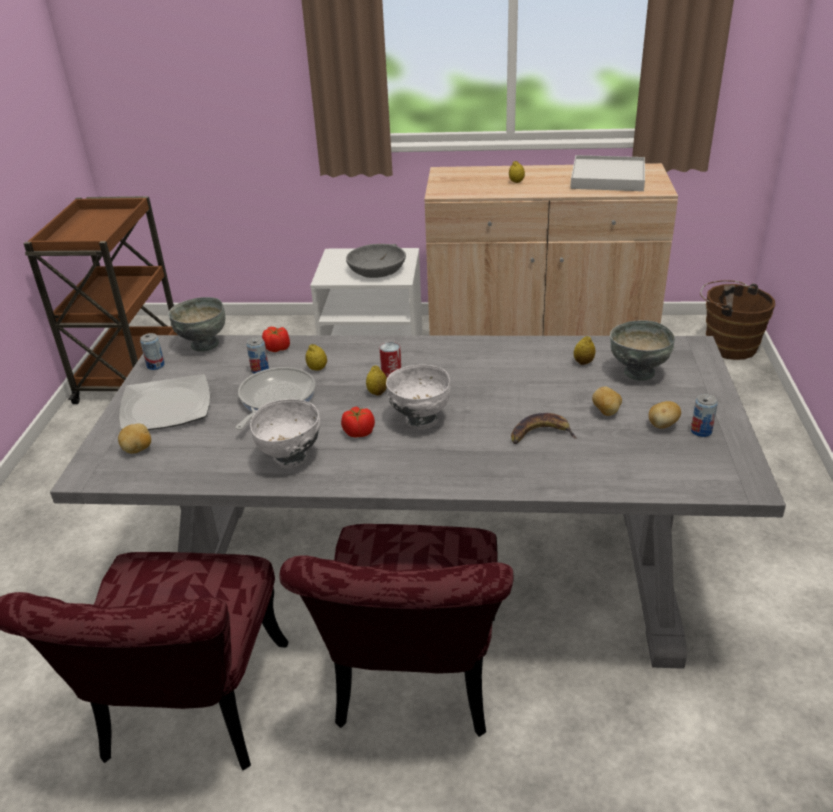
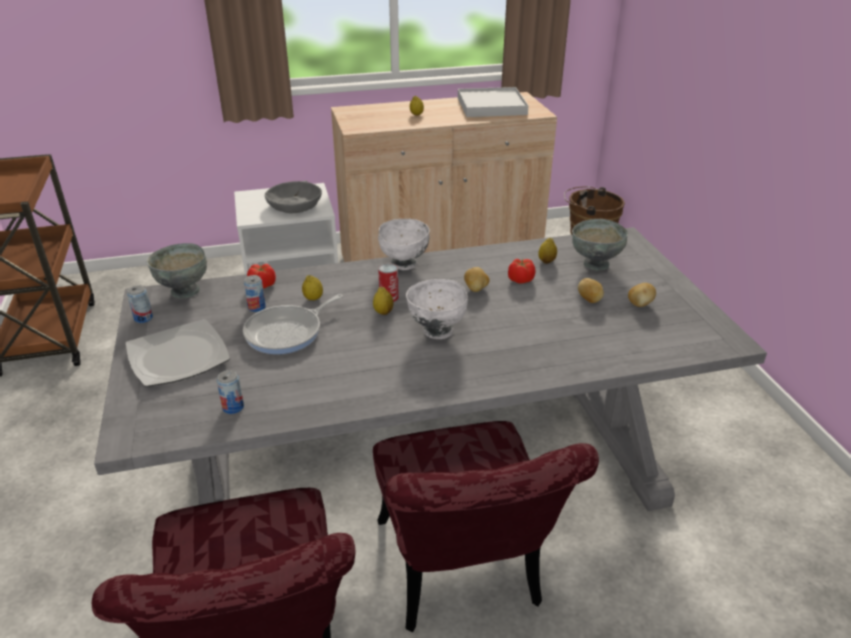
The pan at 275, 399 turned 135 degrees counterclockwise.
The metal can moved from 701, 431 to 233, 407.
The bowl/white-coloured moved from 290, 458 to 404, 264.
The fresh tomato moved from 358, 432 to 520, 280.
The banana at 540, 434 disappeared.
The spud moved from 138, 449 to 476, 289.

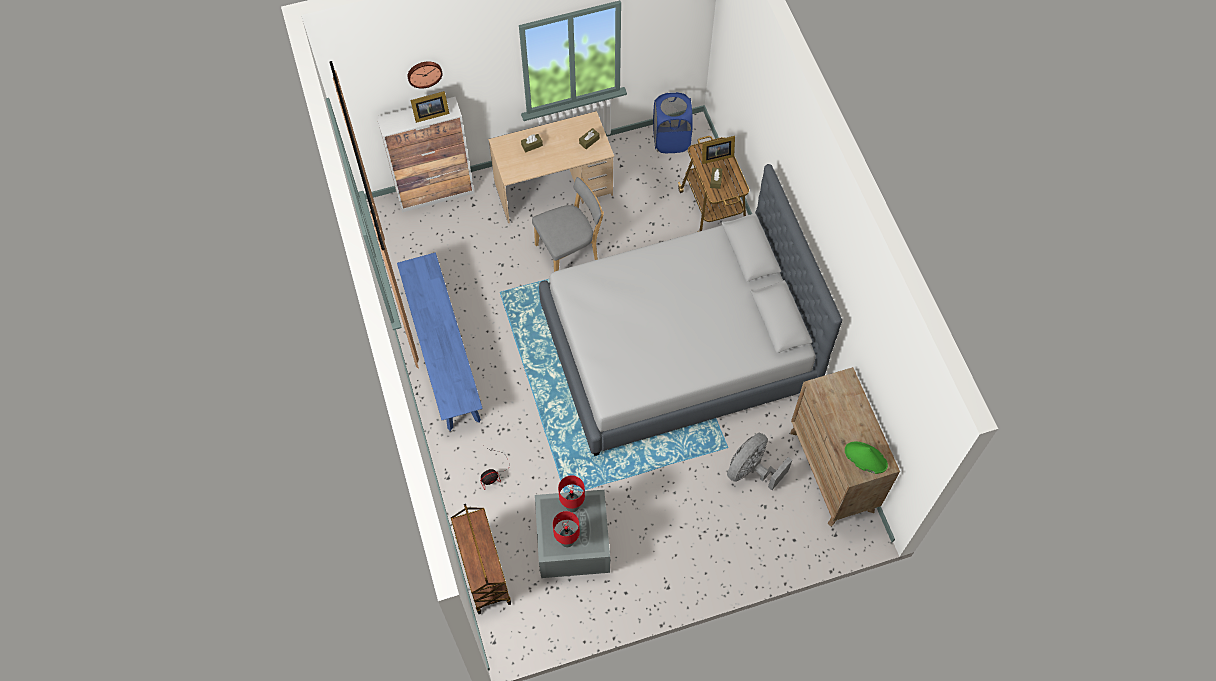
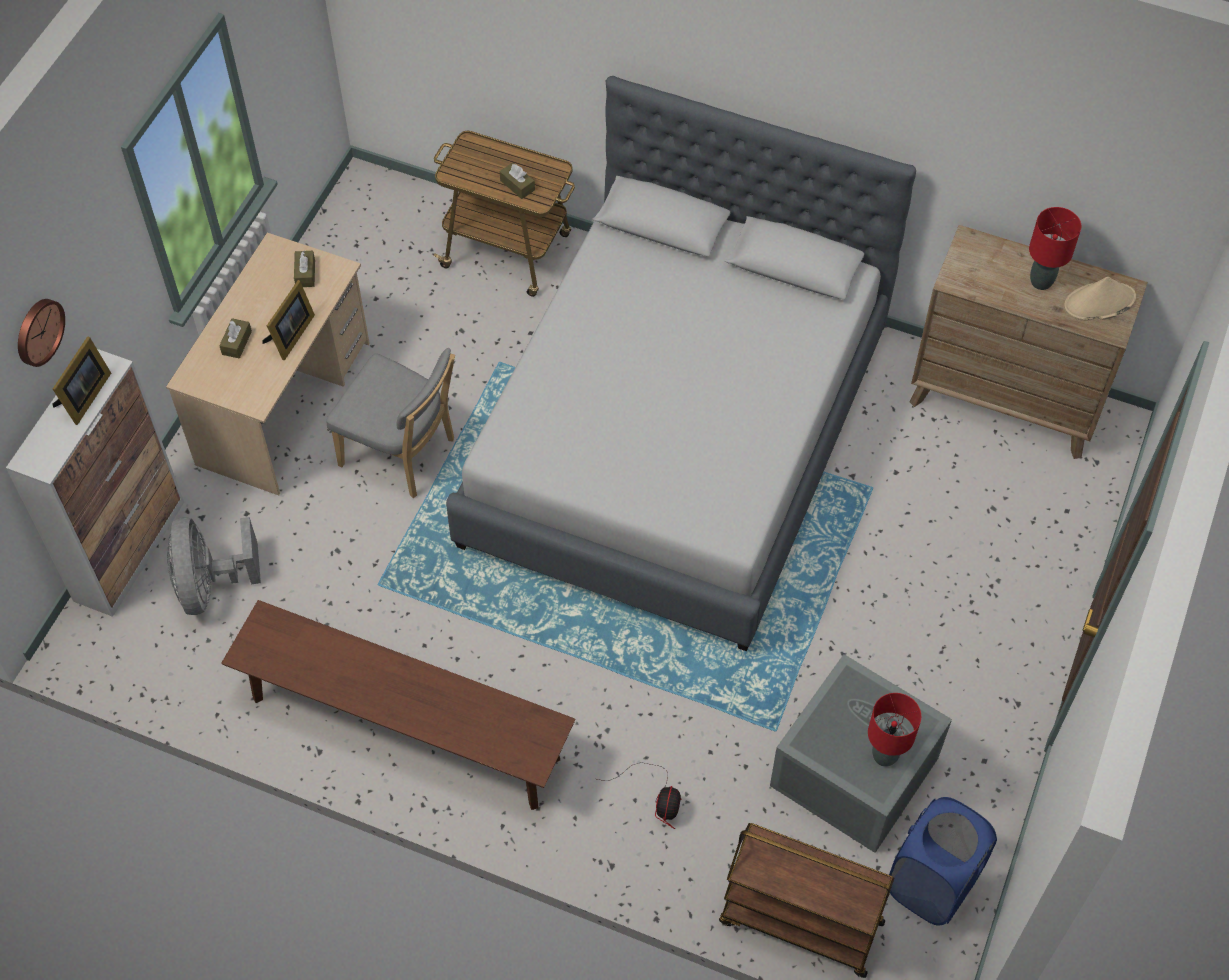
The hamper/blue-coloured moved from 671, 140 to 932, 883.
The standing frame moved from 715, 156 to 290, 336.
The upright chair/grey at 569, 251 turned 105 degrees clockwise.
The indoor bench/blue-coloured at 443, 354 became the indoor bench/brown-coloured at 405, 729.
The electric fan/grey moved from 751, 470 to 211, 585.
The wearable hat/green at 865, 458 became the wearable hat/beige at 1099, 302.
The table lamp/reddish moved from 572, 506 to 1041, 282.

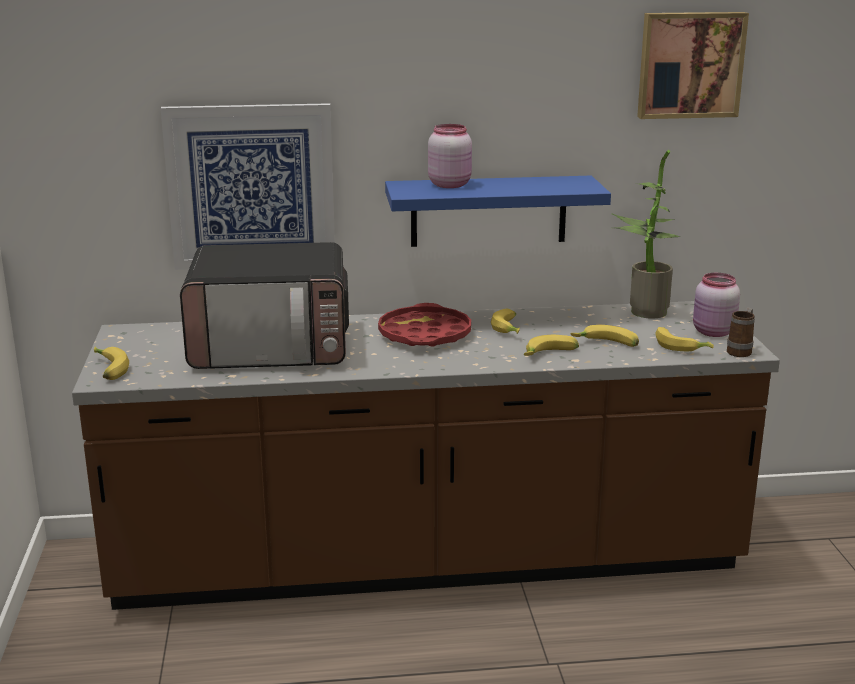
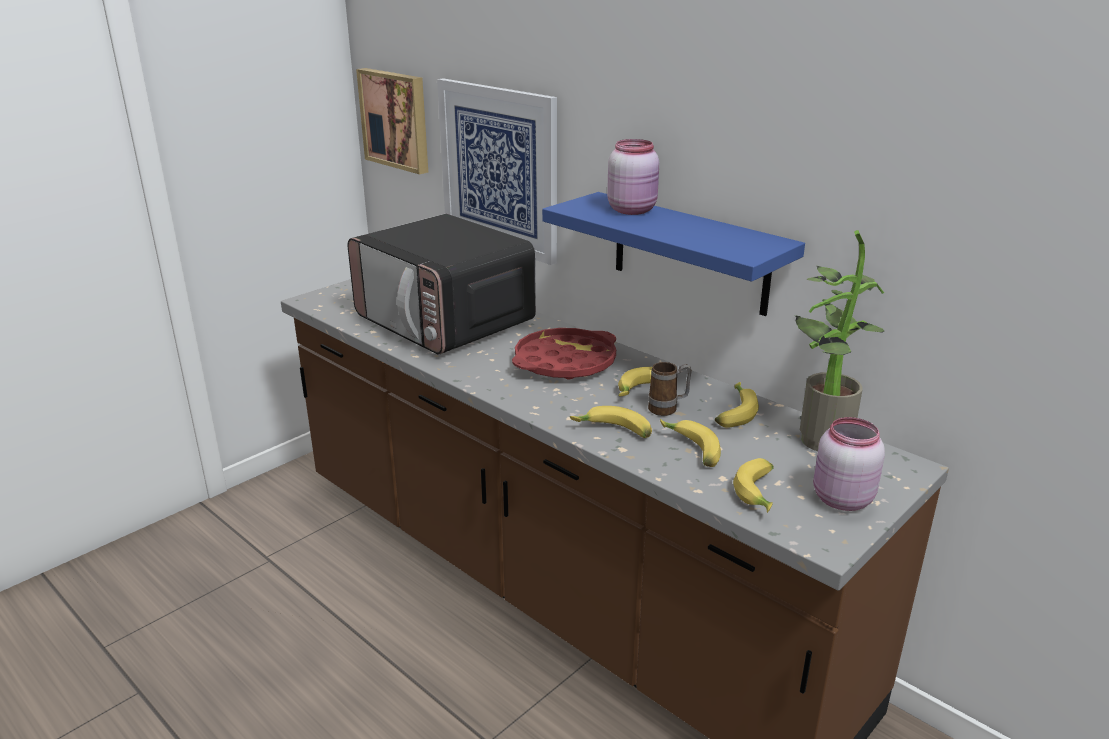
The wall picture moved from 690, 65 to 396, 119.
The coffee mug moved from 741, 351 to 668, 409.
The banana moved from 107, 370 to 733, 412.

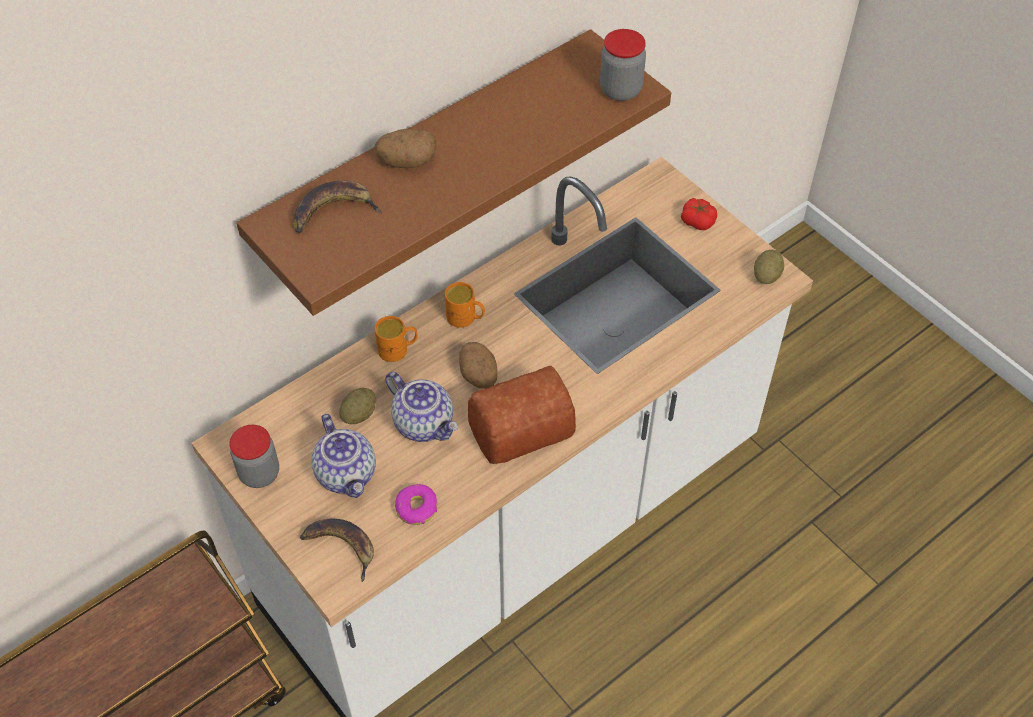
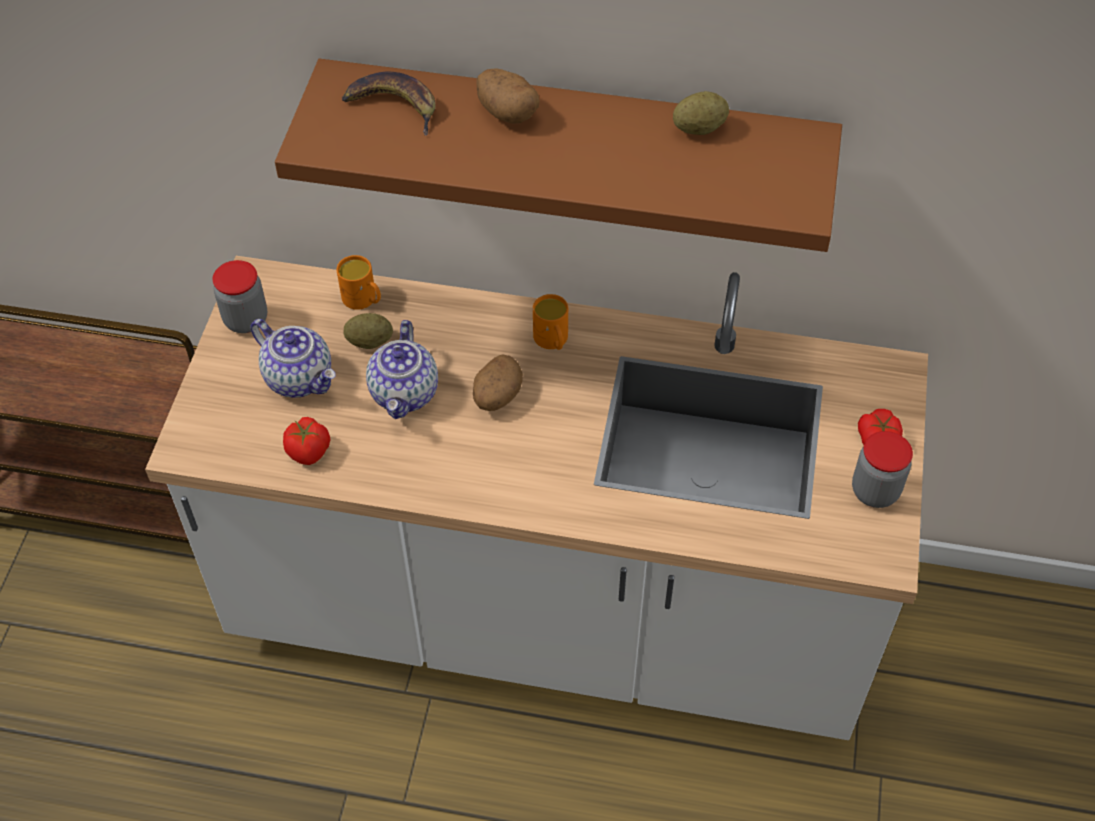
The jar moved from 620, 90 to 875, 491.
The spud moved from 766, 276 to 699, 128.
The coffee mug/orange moved from 398, 349 to 363, 300.
The baked bread at 518, 426 disappeared.
The teapot at 347, 474 turned 75 degrees counterclockwise.
The ring doughnut at 416, 508 was replaced by the fresh tomato at 309, 451.
The banana at 342, 546 disappeared.

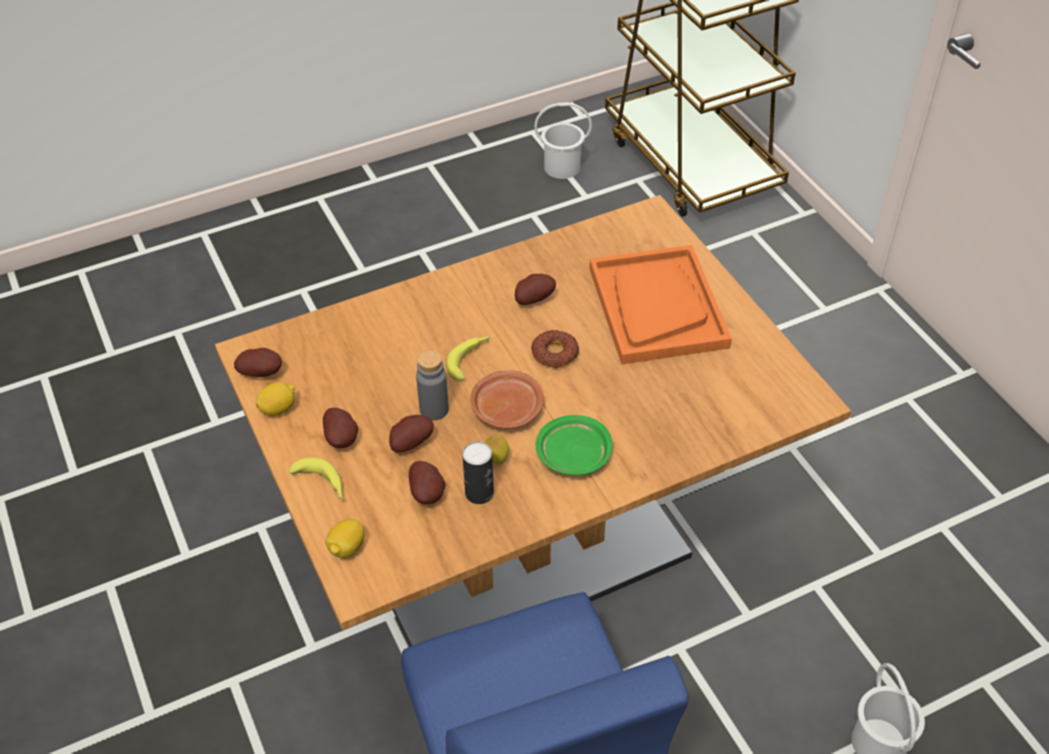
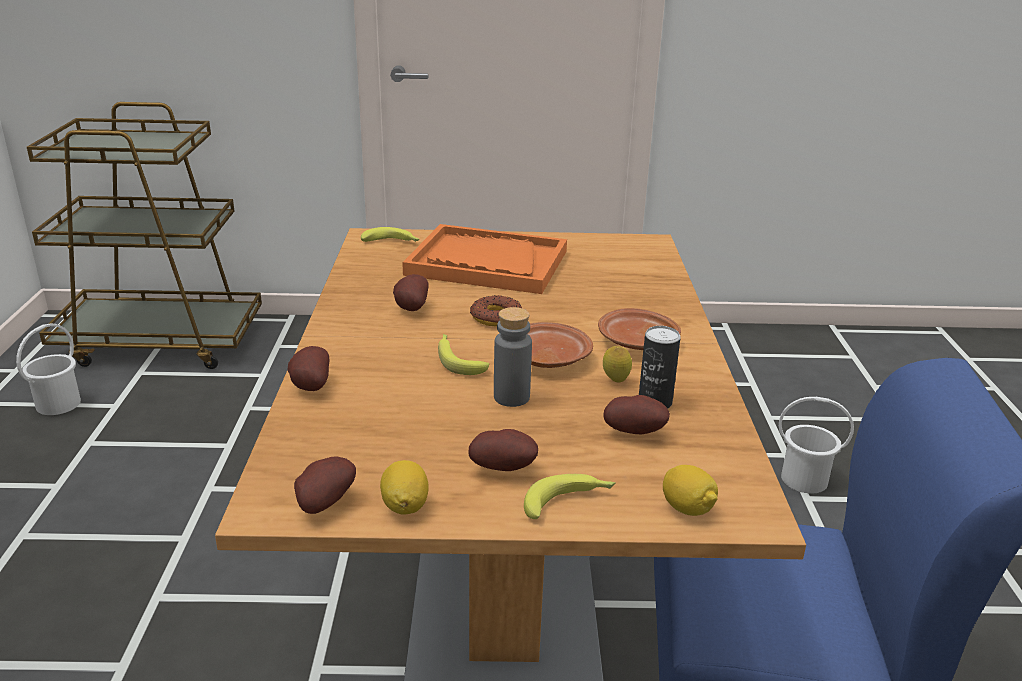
The spud moved from 410, 442 to 309, 386.
The plate/green at 573, 455 became the plate/brown-coloured at 638, 343.
The banana at 392, 242 appeared.

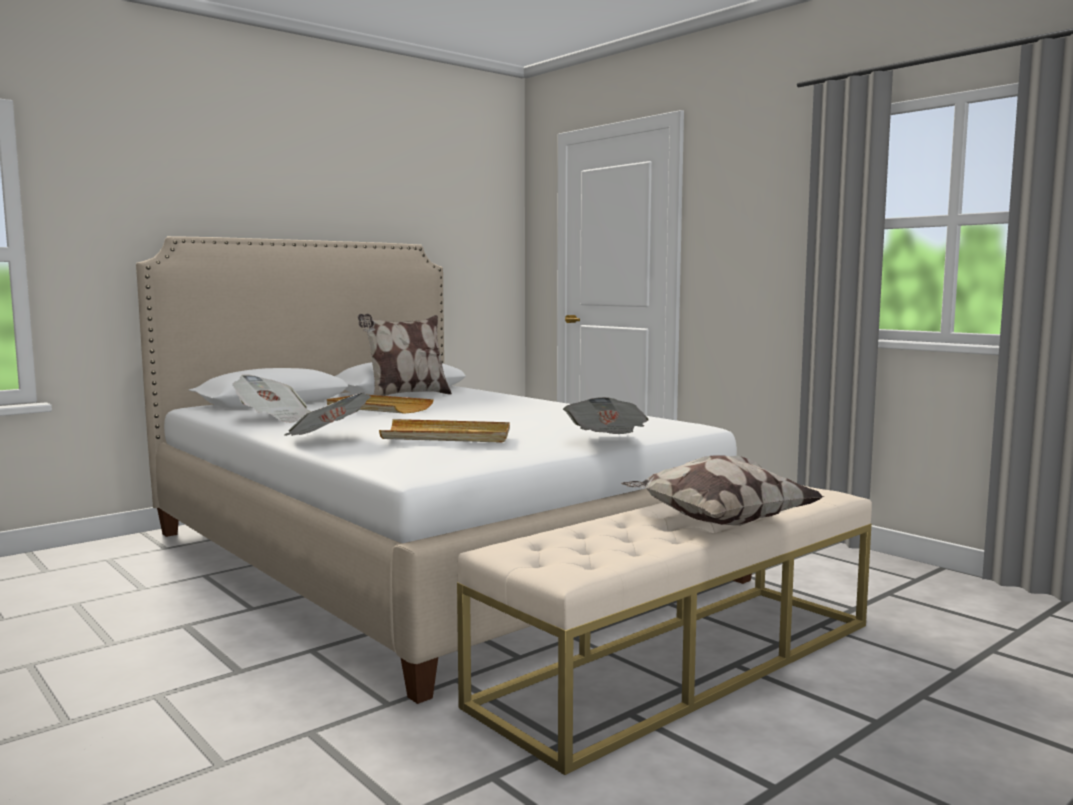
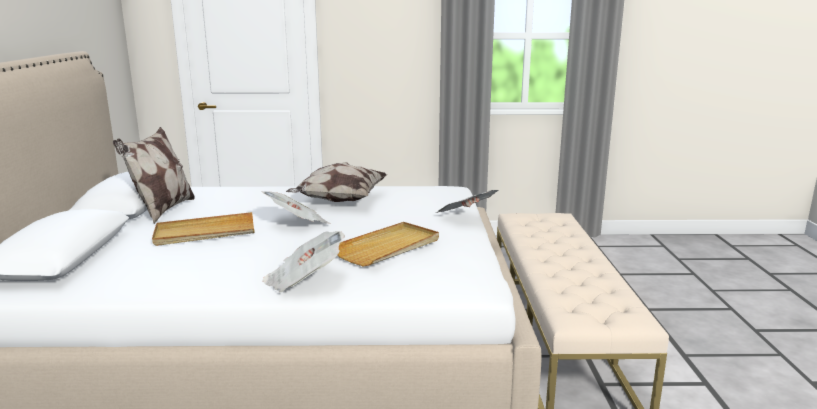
The printed paper moved from 273, 418 to 298, 224.
The throw pillow moved from 717, 522 to 339, 201.

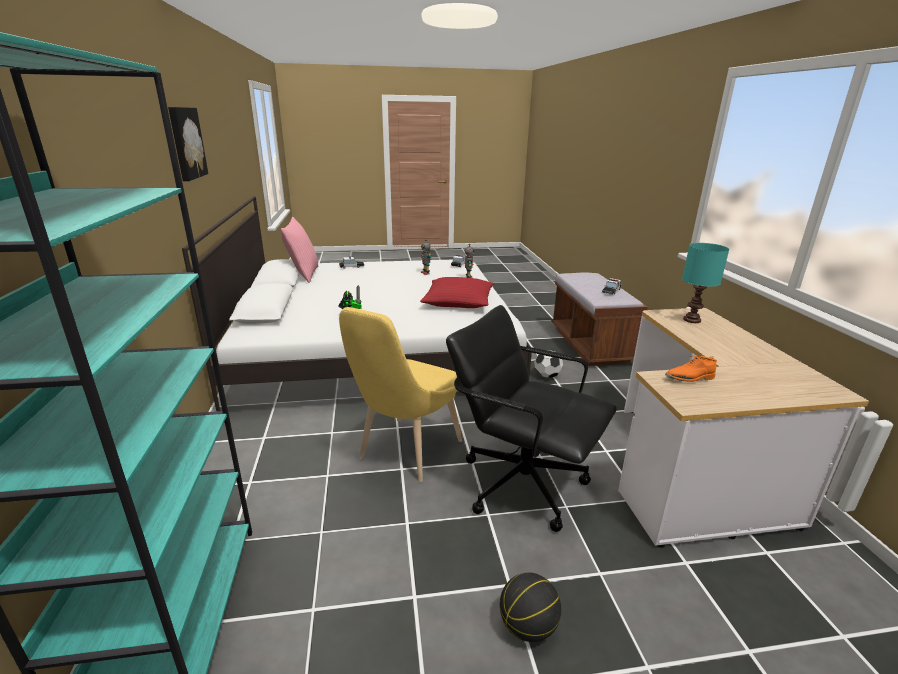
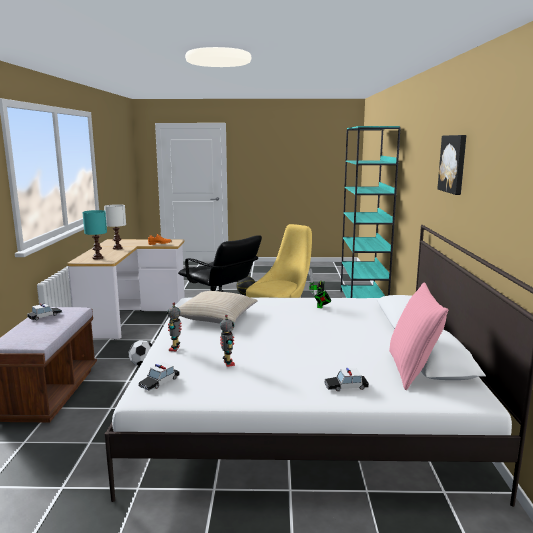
The throw pillow/reddish at 458, 302 became the throw pillow/beige at 216, 316.
The table lamp/white-coloured at 118, 248 appeared.

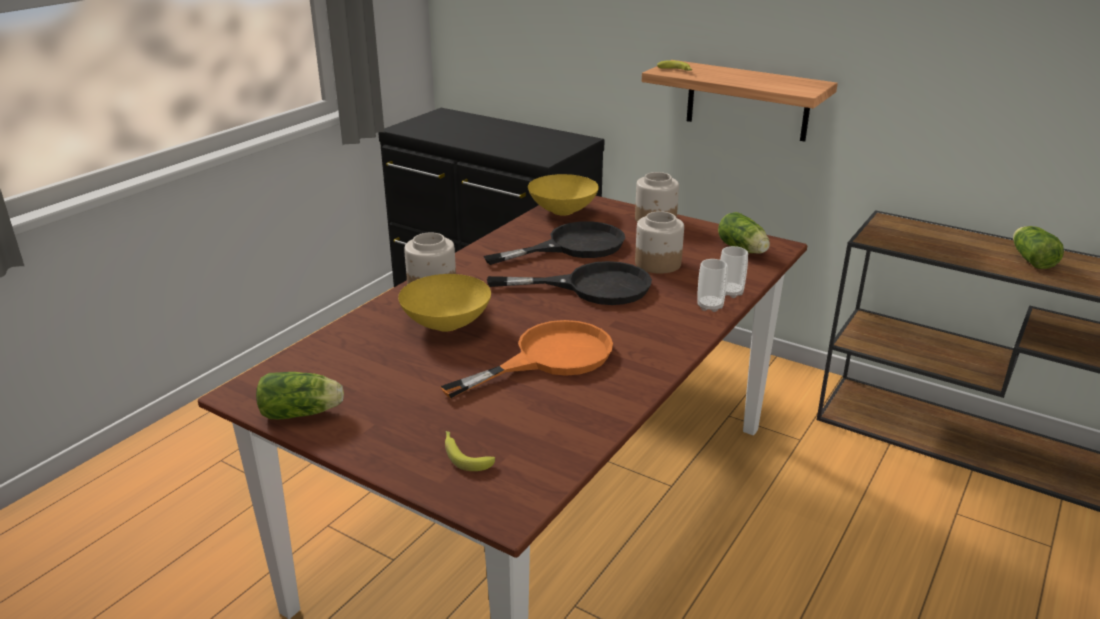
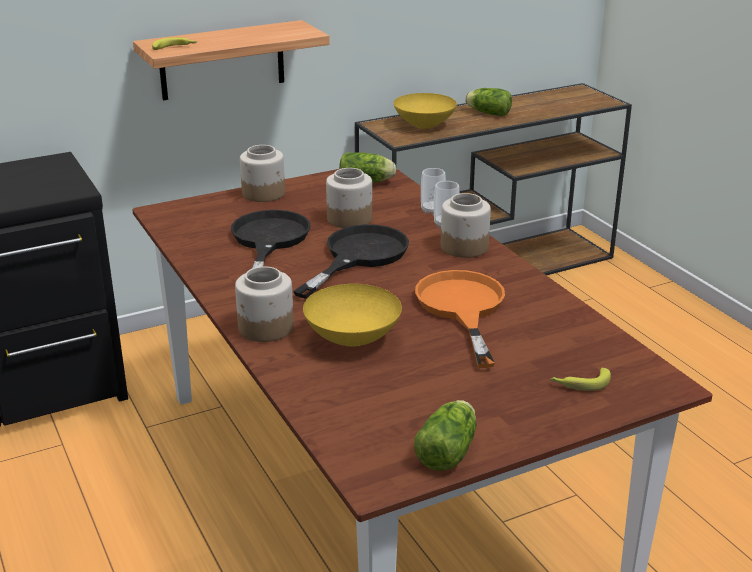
The bowl/yellowish moved from 561, 211 to 424, 126.
The jar at 464, 247 appeared.

